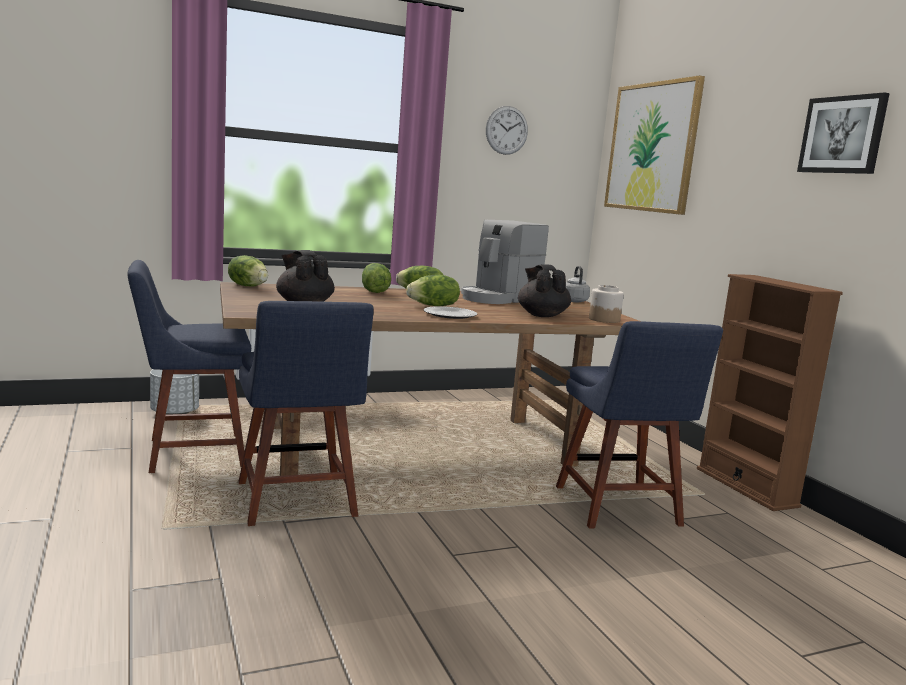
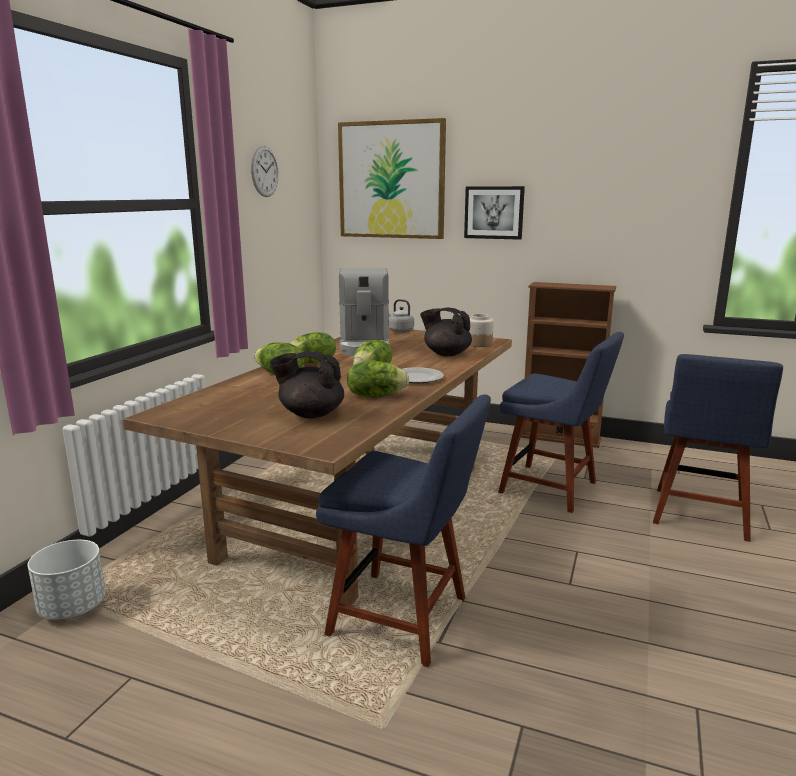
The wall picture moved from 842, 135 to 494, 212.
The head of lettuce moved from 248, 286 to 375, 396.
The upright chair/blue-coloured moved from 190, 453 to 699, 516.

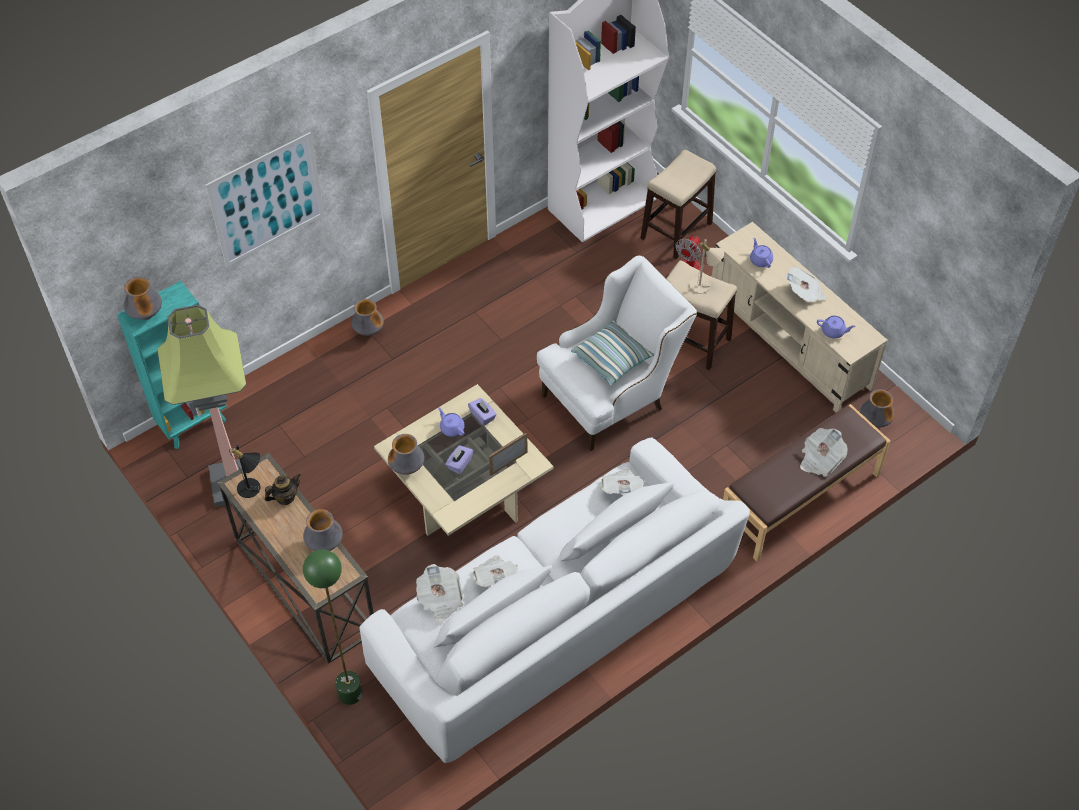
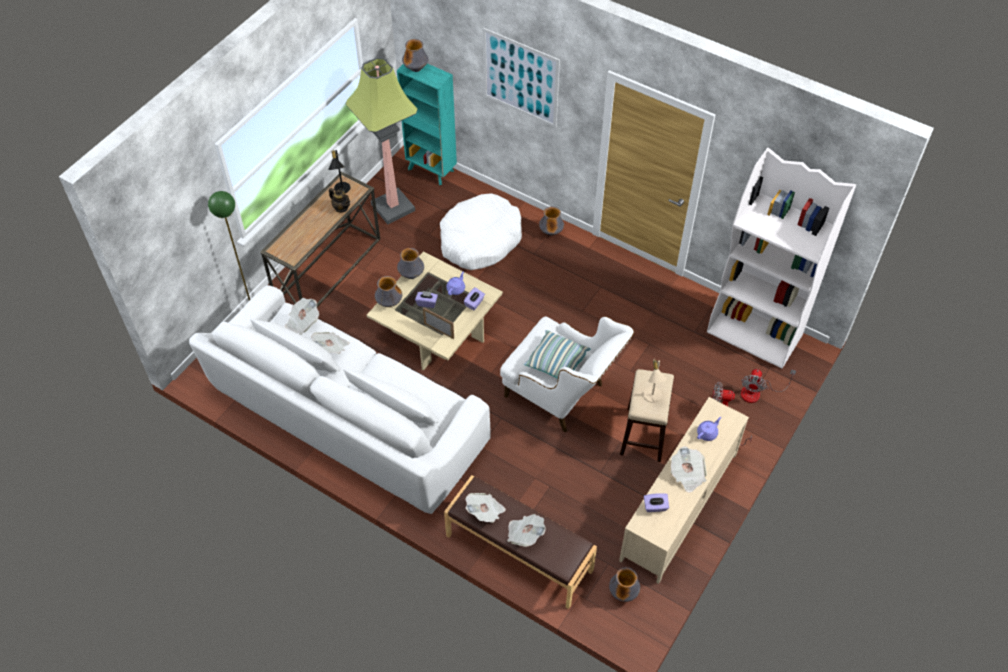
The stool at 676, 230 was replaced by the electric fan at 757, 392.
The teapot/purple at 833, 331 was replaced by the box of tissues/purple at 655, 507.
The printed paper moved from 621, 488 to 485, 512.
The flower vase moved from 324, 544 to 389, 303.
The pet bed/white-coloured at 480, 240 appeared.

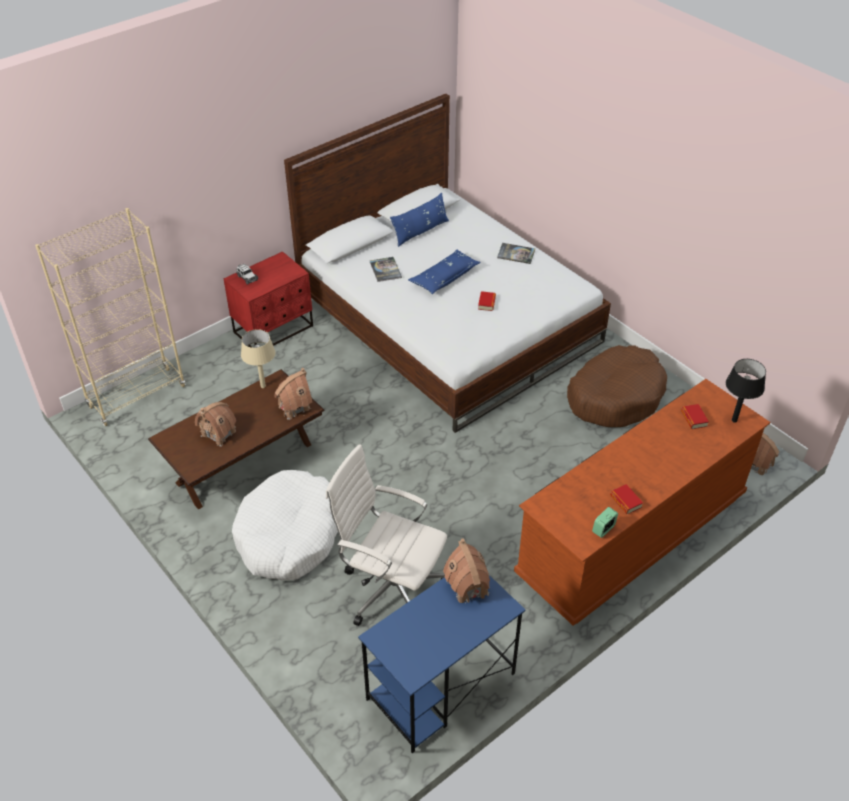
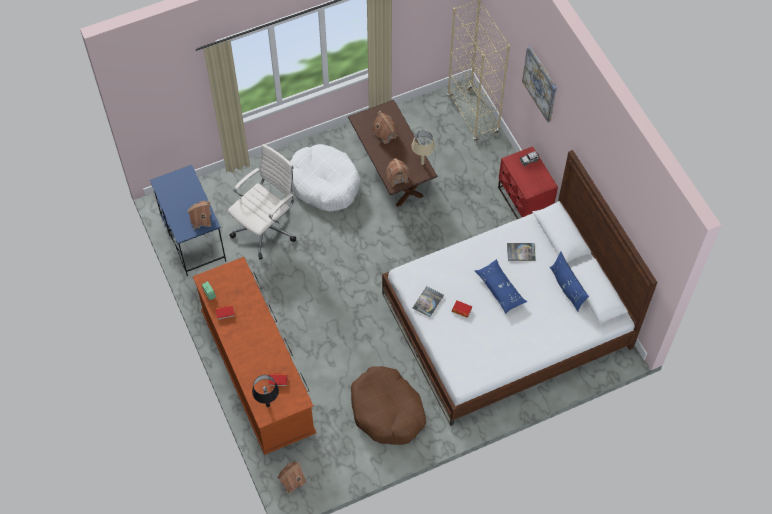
The volume moved from 516, 254 to 428, 302.
The wall picture at 540, 84 appeared.

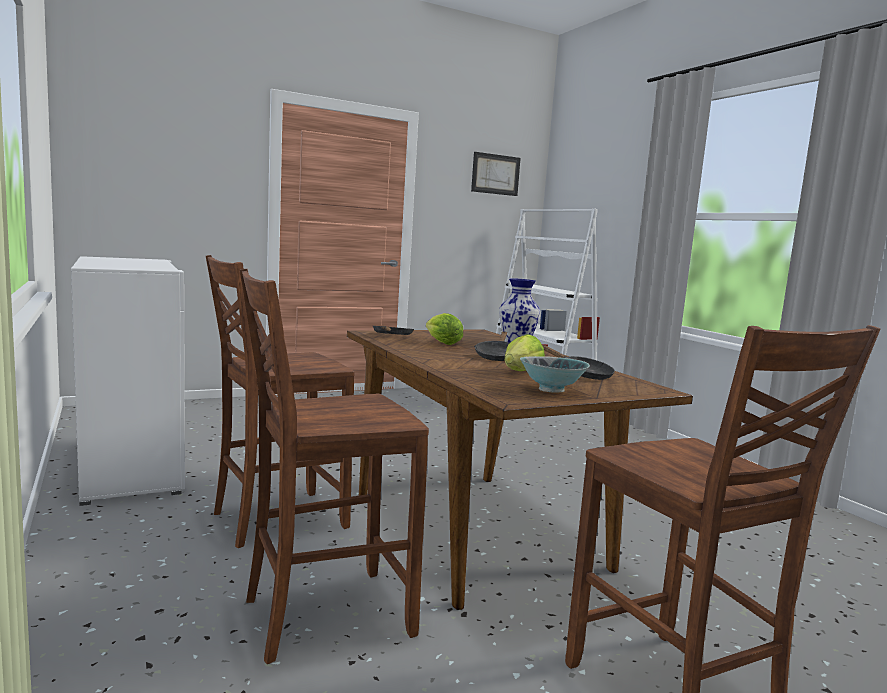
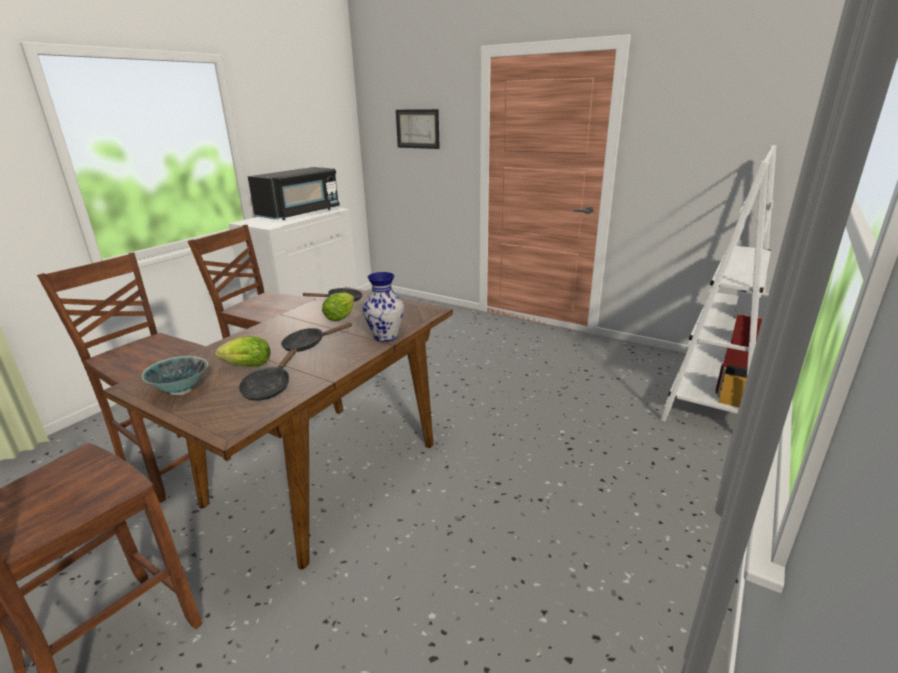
The wall picture moved from 495, 174 to 417, 129.
The microwave oven/black-coloured at 300, 214 appeared.

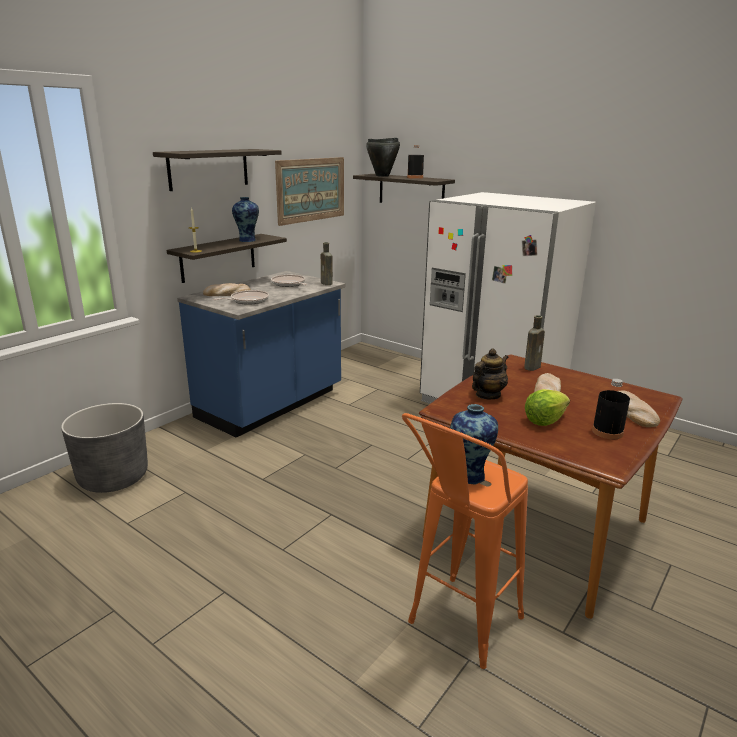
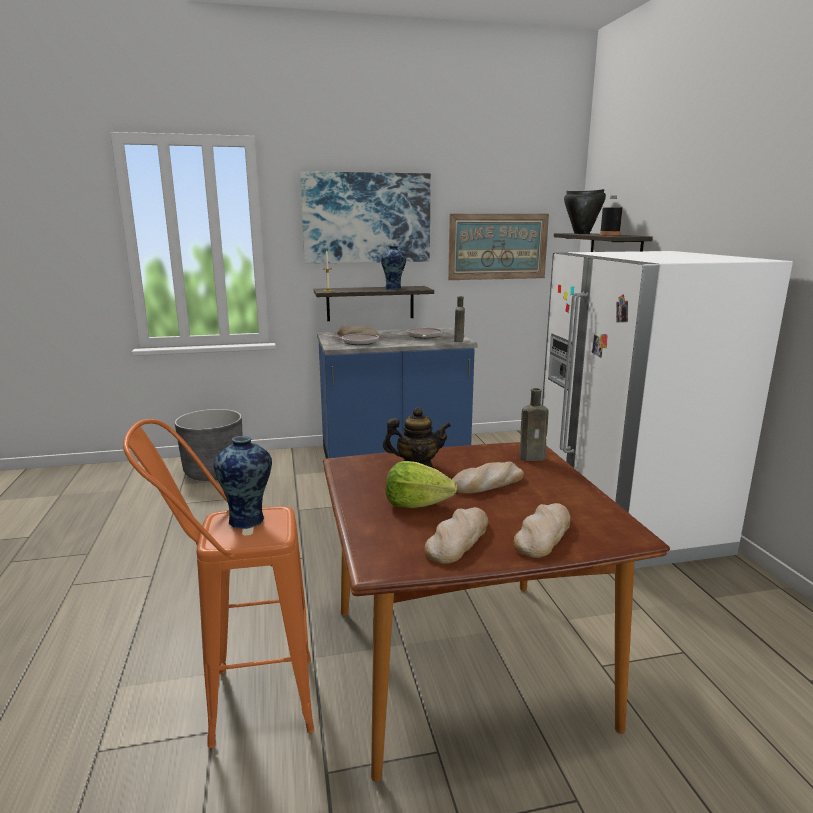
The bracket shelf at 208, 169 was replaced by the wall picture at 366, 218.
The drink bottle/black-coloured at 607, 432 was replaced by the baked bread at 458, 539.

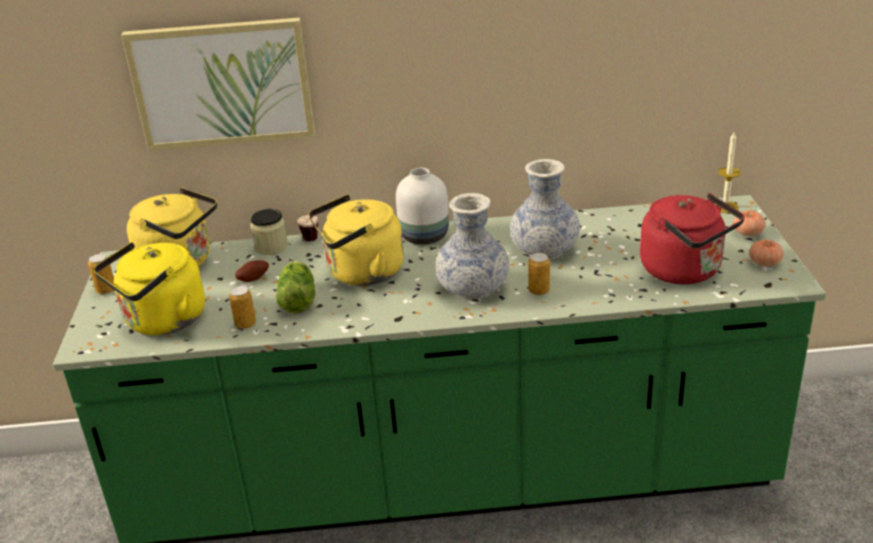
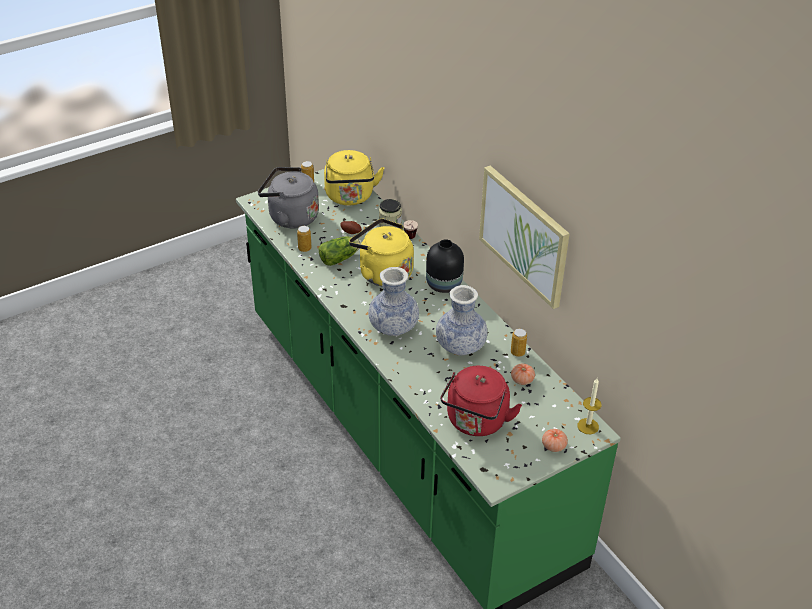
The wall picture moved from 222, 84 to 524, 235.
The flower vase/white-coloured at 425, 236 became the flower vase/black-coloured at 444, 285.
The fresh tomato moved from 764, 263 to 522, 380.
The water kettle/yellowish at 162, 321 became the water kettle/grey at 290, 217.
The metal can moved from 539, 291 to 517, 352.

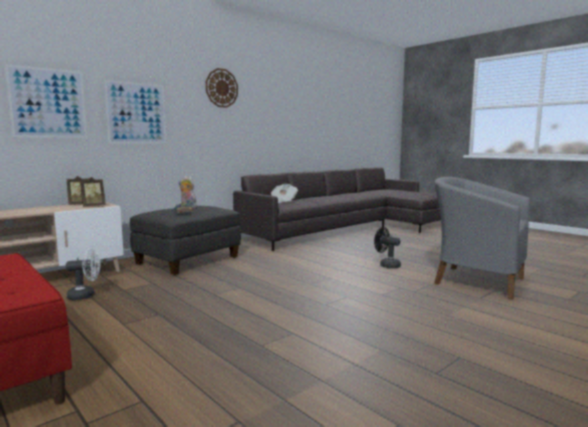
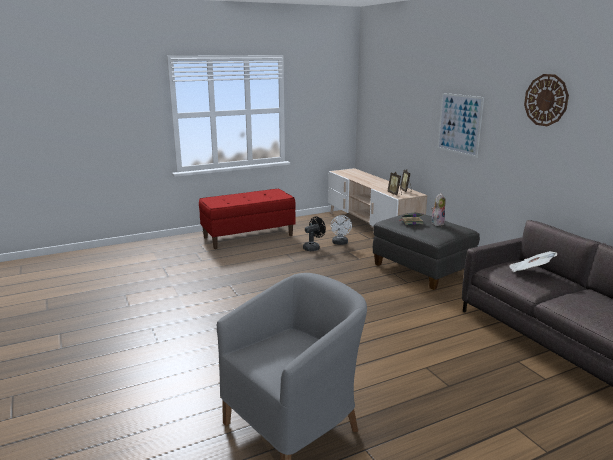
The wall picture at 48, 103 disappeared.
The electric fan/black-coloured moved from 386, 265 to 313, 247.

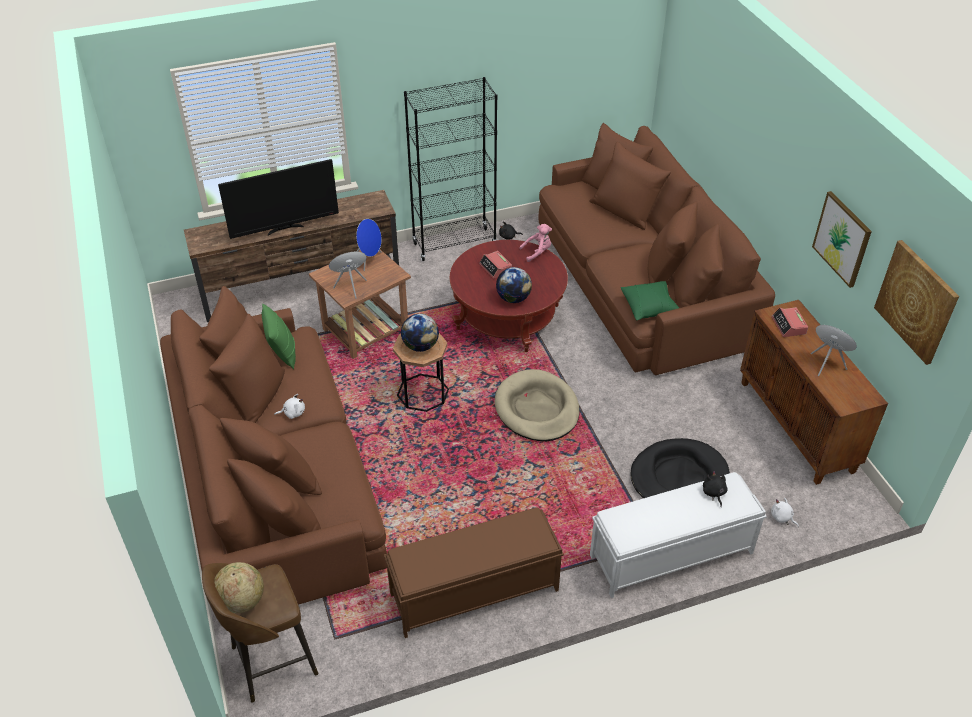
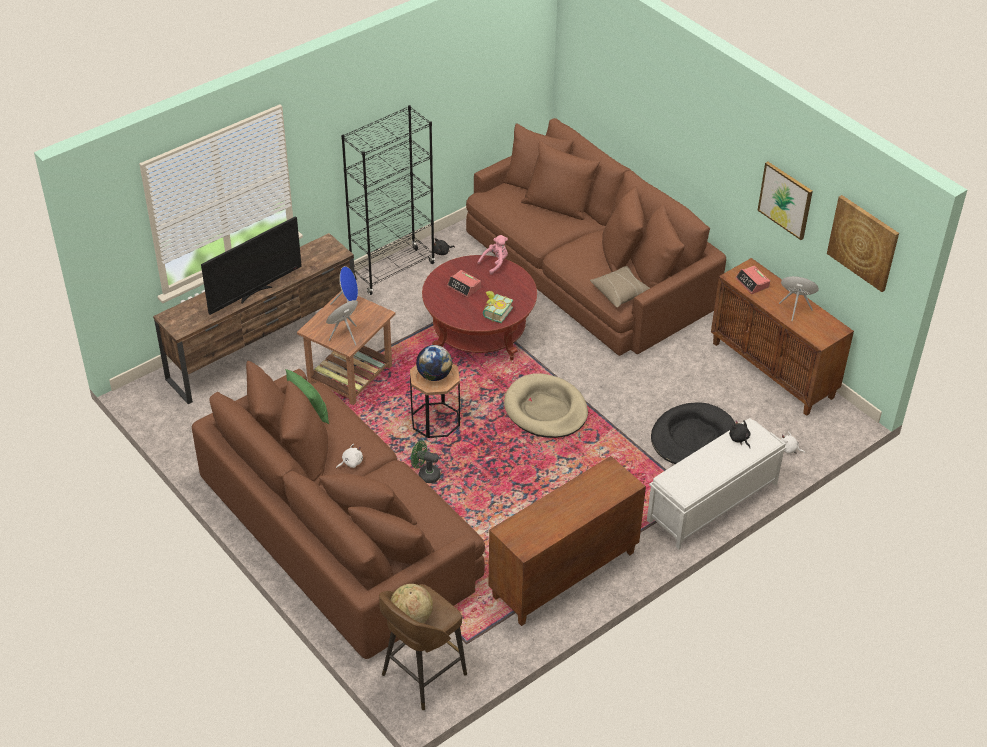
The world globe at 513, 298 was replaced by the volume at 495, 312.
The throw pillow/green at 650, 307 became the throw pillow/beige at 621, 292.
The indoor bench/brown-coloured at 473, 592 was replaced by the cabinet/brown-coloured at 563, 576.
The electric fan/green at 425, 475 appeared.

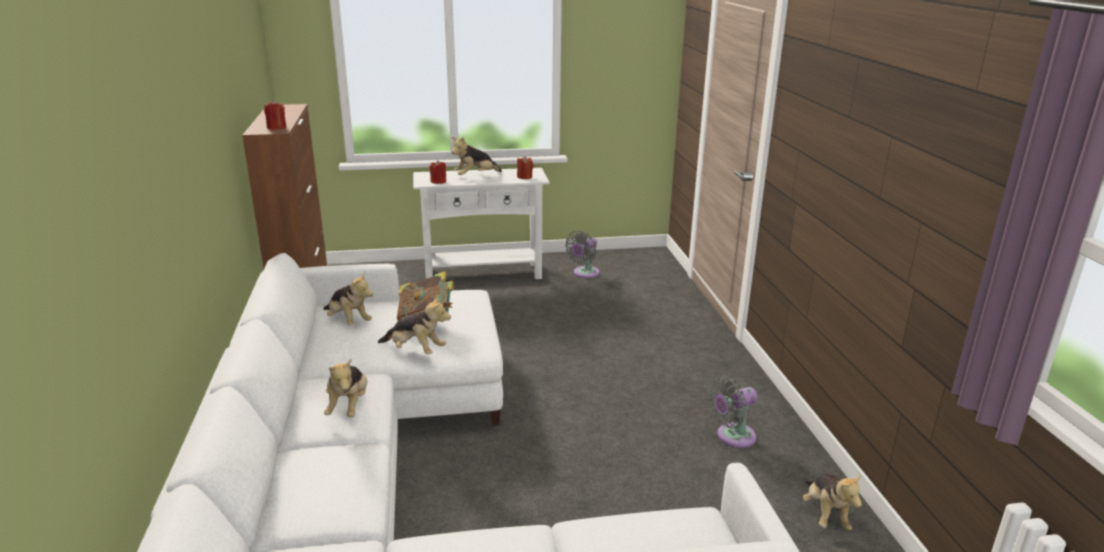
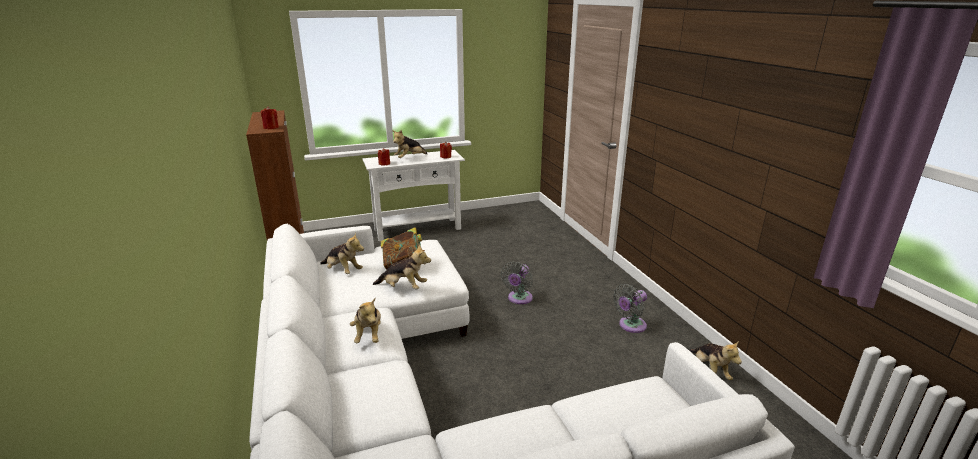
The electric fan/grey moved from 584, 274 to 519, 299.

